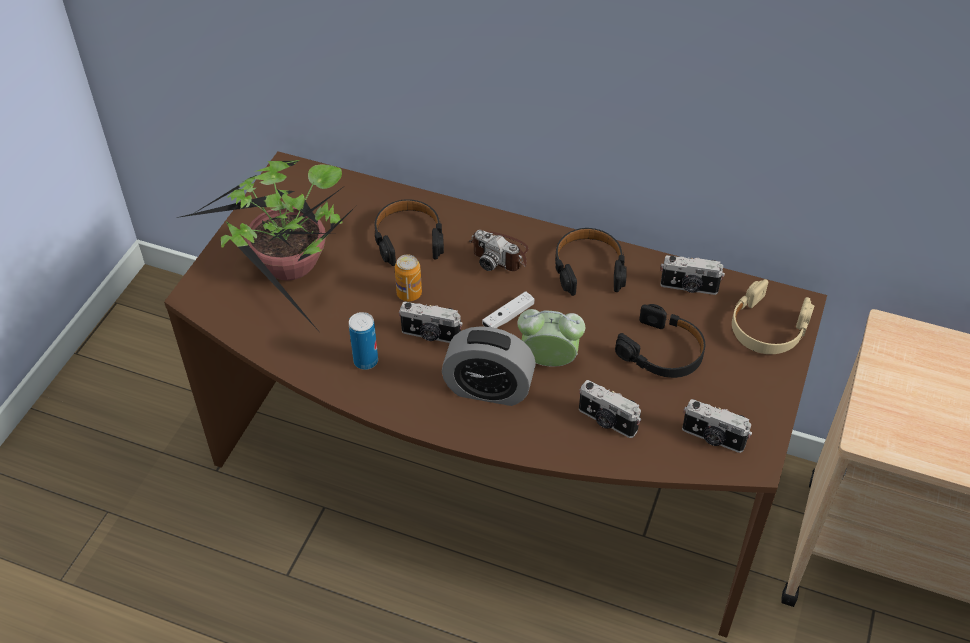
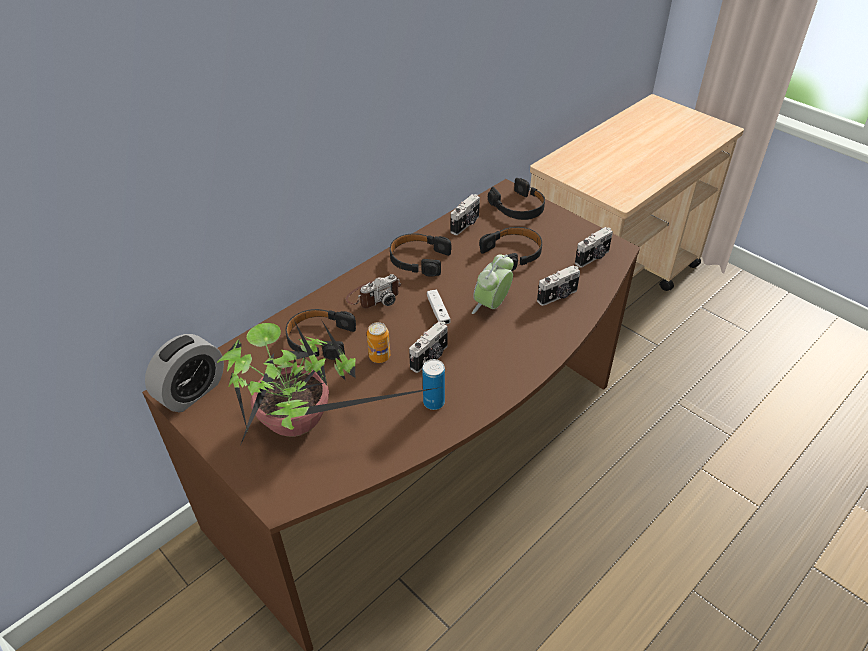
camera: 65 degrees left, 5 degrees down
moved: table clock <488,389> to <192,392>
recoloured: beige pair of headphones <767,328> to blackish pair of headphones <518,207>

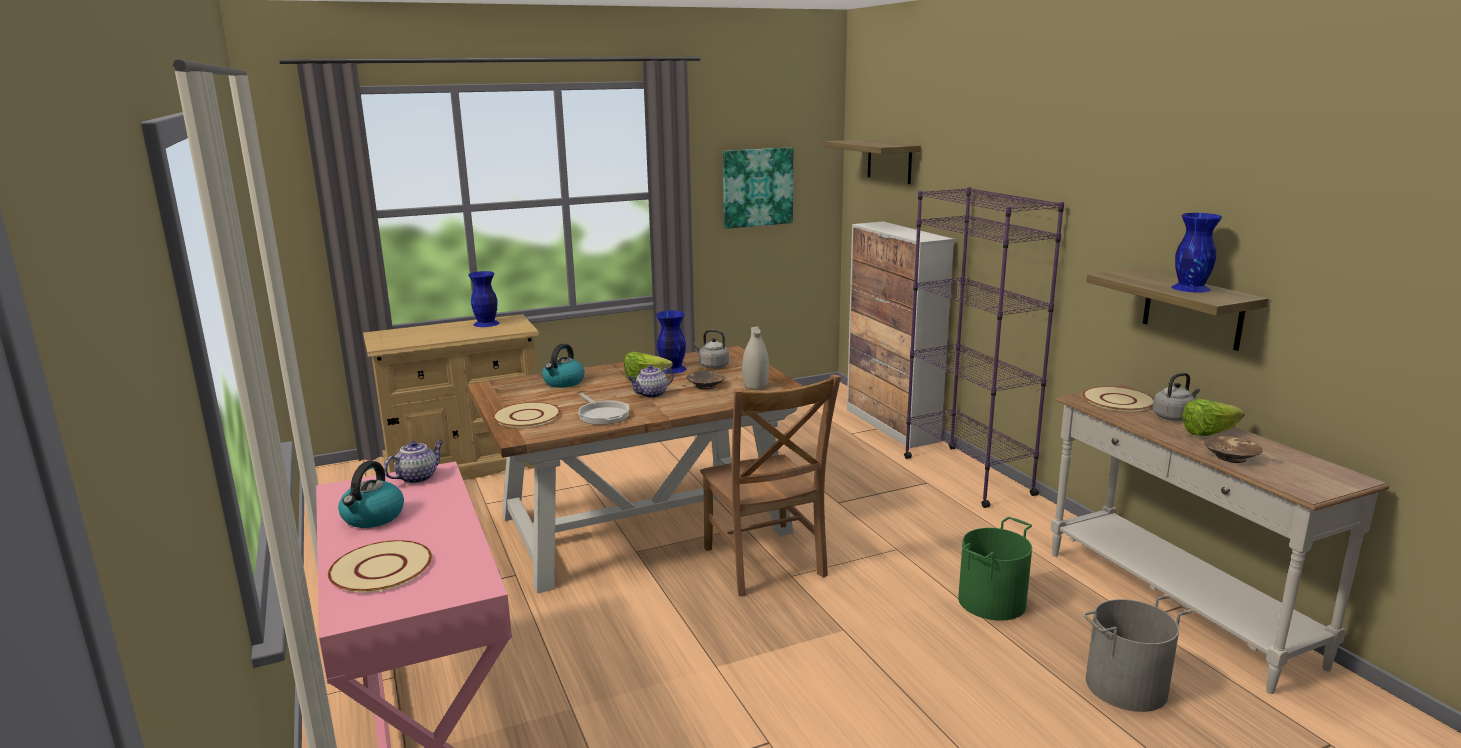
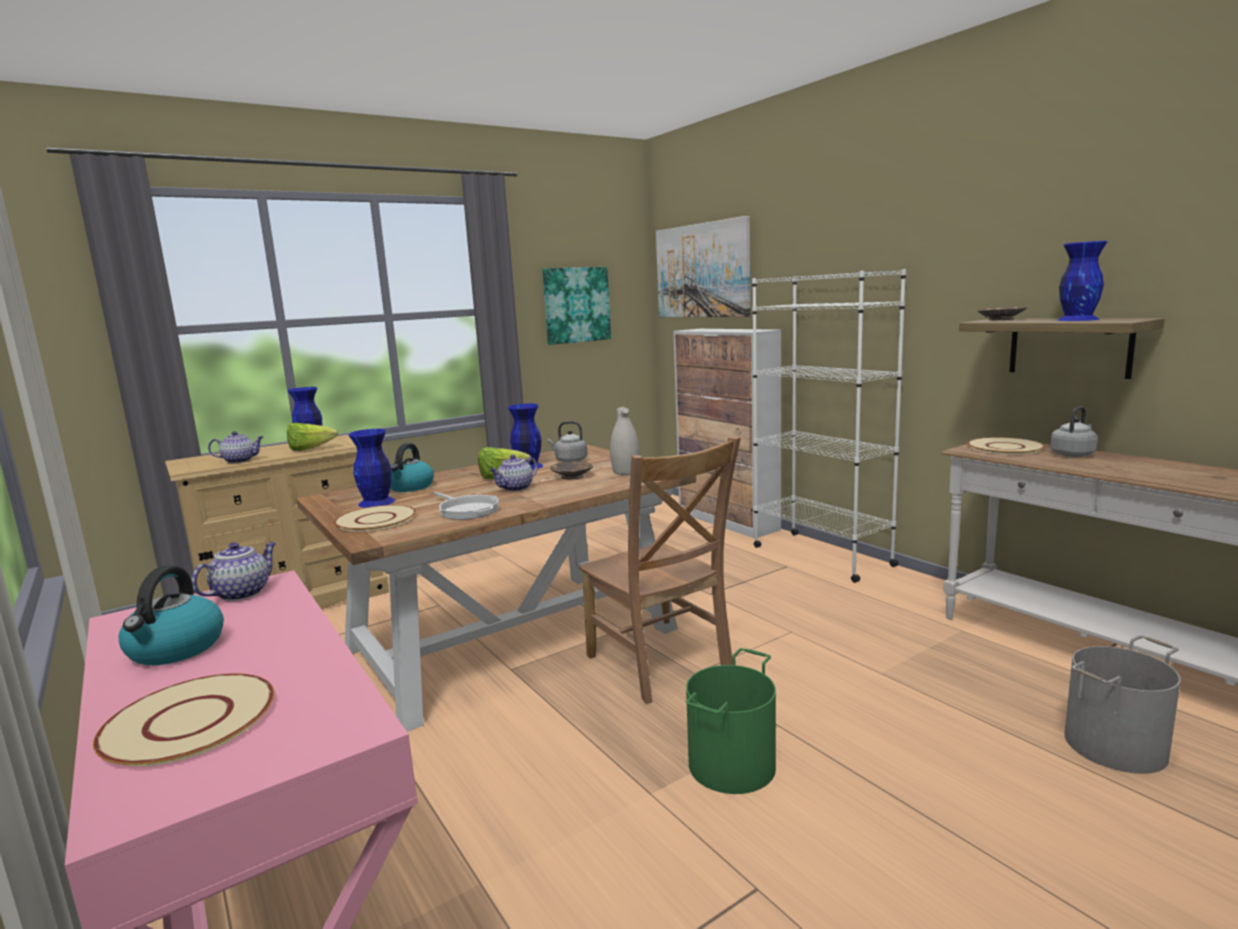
camera: 10 degrees left, 5 degrees down
added: teapot <240,461>; bluish decorative vase <376,502>
moved: greenish water bucket <992,602> to <733,765>; head of lettuce <1208,433> to <310,449>; brown deep dish <1231,457> to <1001,319>
replaced: bracket shelf <889,161> to picture <702,271>
recoloured: purple shelving unit <967,475> to white-coloured shelving unit <821,555>

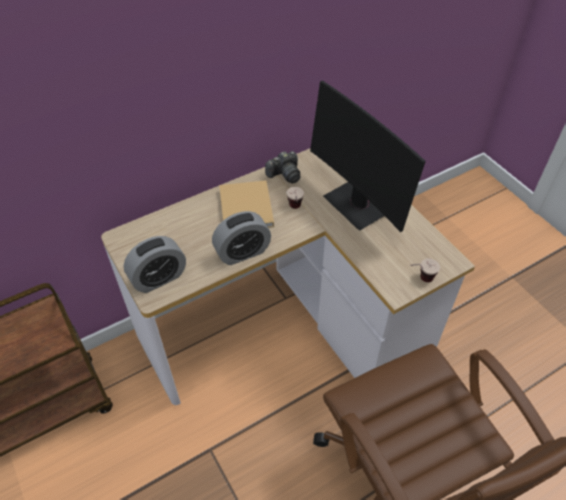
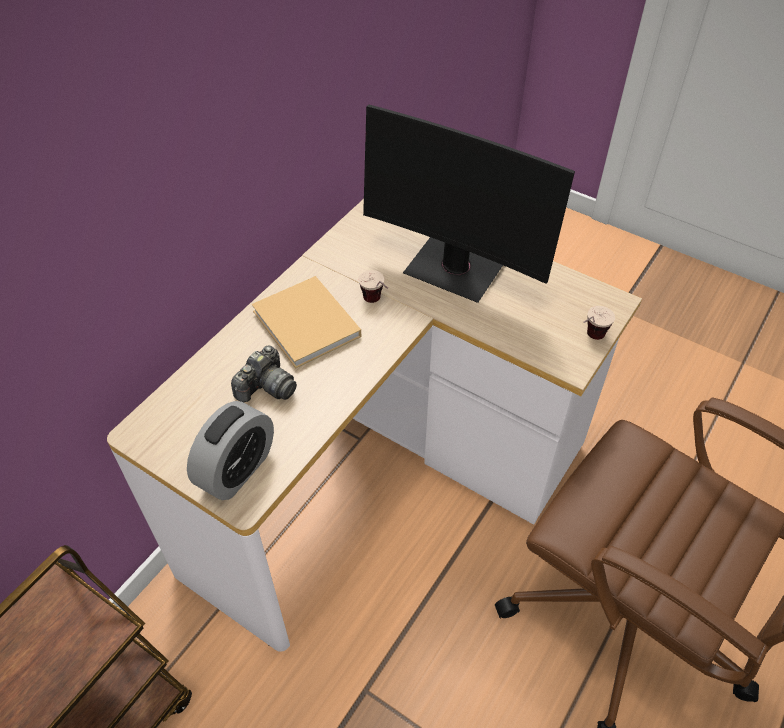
camera: 25 degrees left, 0 degrees up
removed: table clock <242,252>
moved: photo camera <285,174> to <266,387>

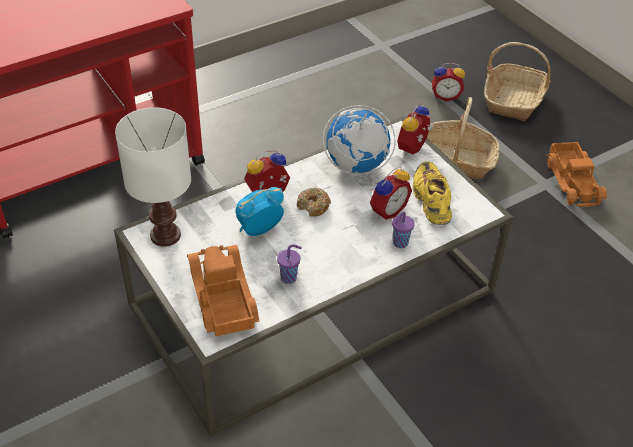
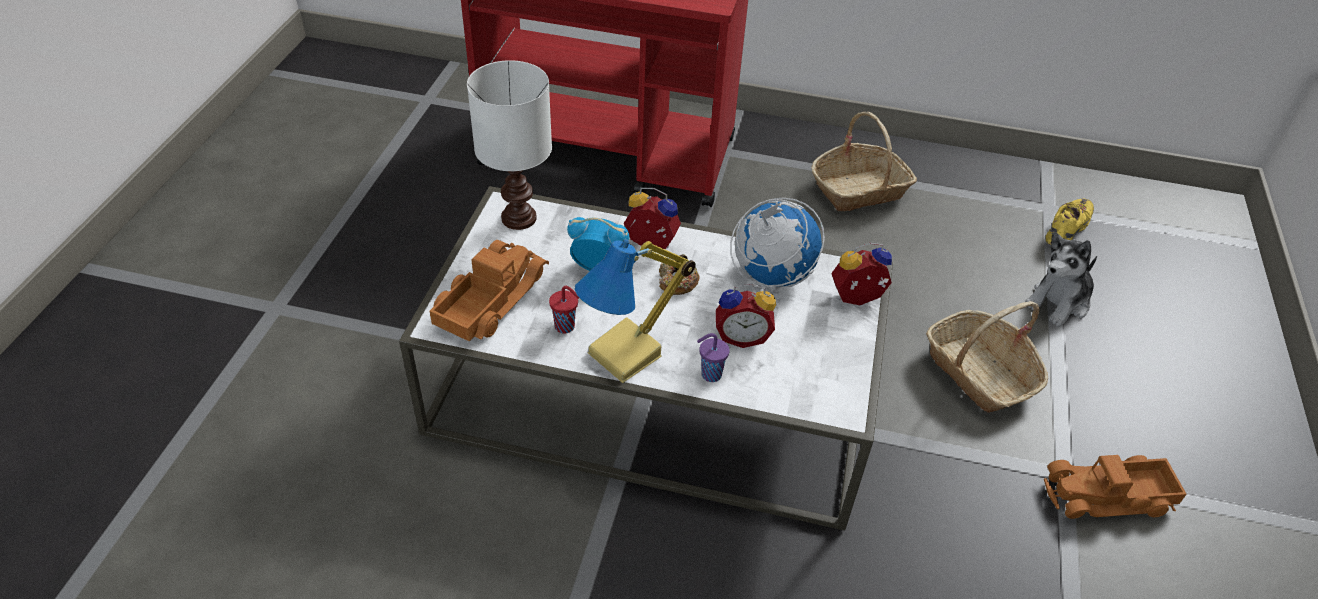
camera: 45 degrees right, 0 degrees up
added: table lamp <627,355>
moved: yellow item of footwear <431,200> to <1066,230>; storage basket <514,100> to <859,190>
replaced: table clock <445,96> to cuddly toy <1058,302>
recoloured: purple cup <289,277> to red cup <566,327>
turned: toy lorry <574,181> = <1108,497> 45 degrees clockwise

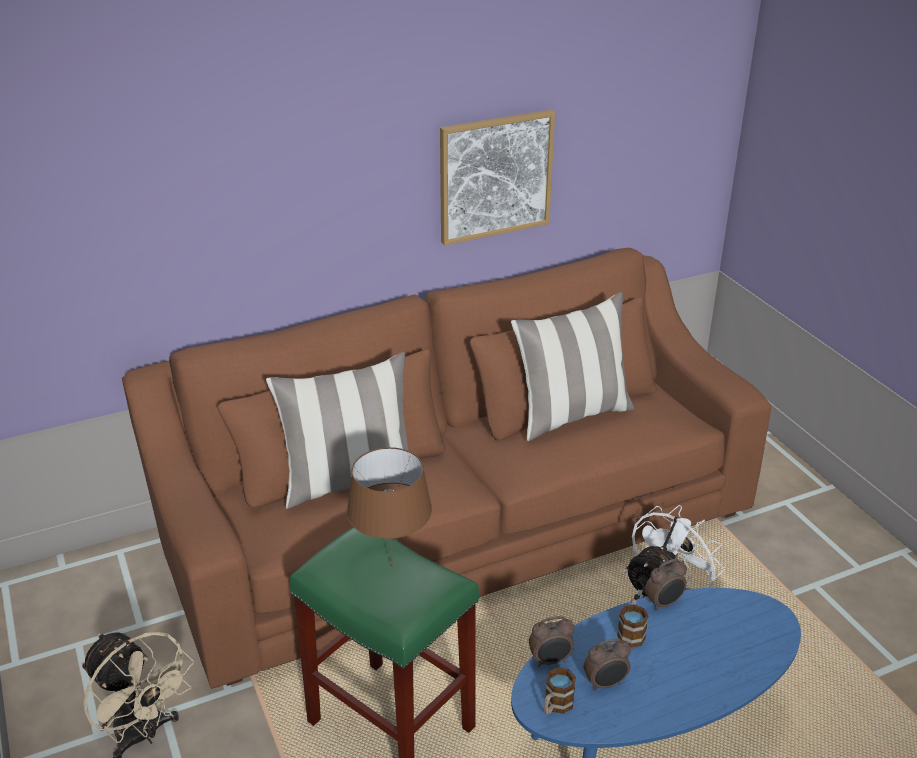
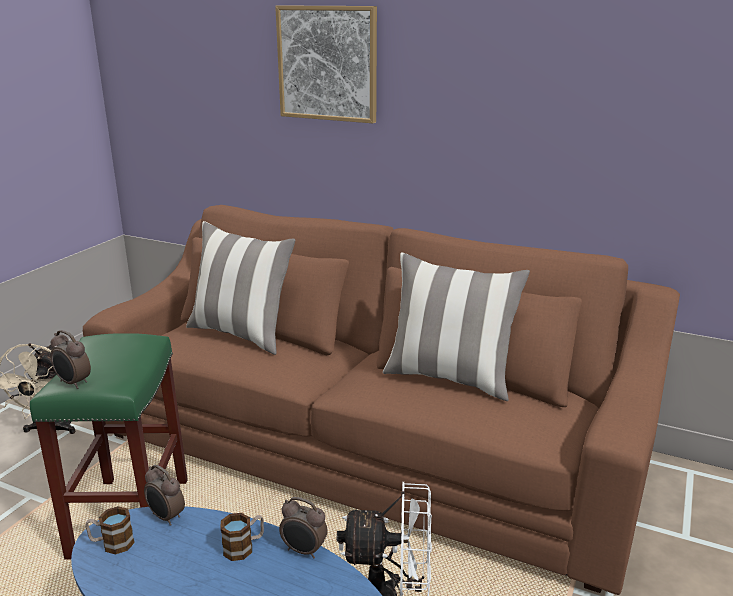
camera: 50 degrees right, 10 degrees down
removed: brown table lamp <391,567>
moved: picture <495,176> to <327,63>; table clock <605,684> to <73,383>

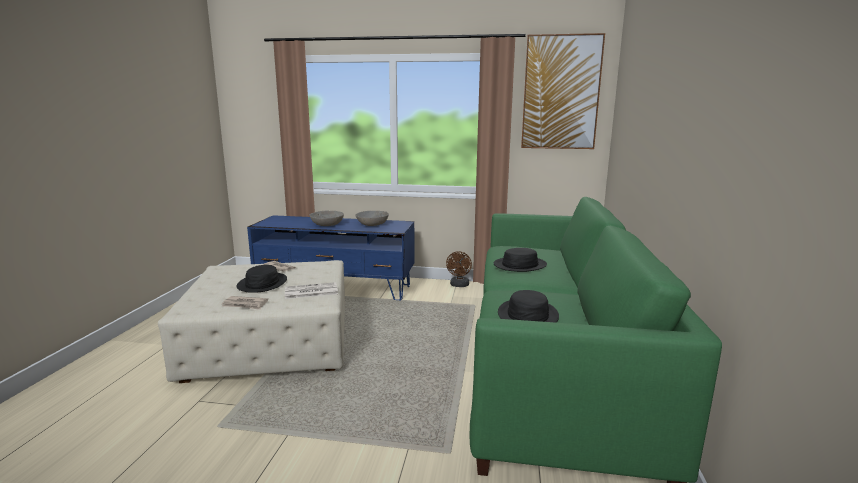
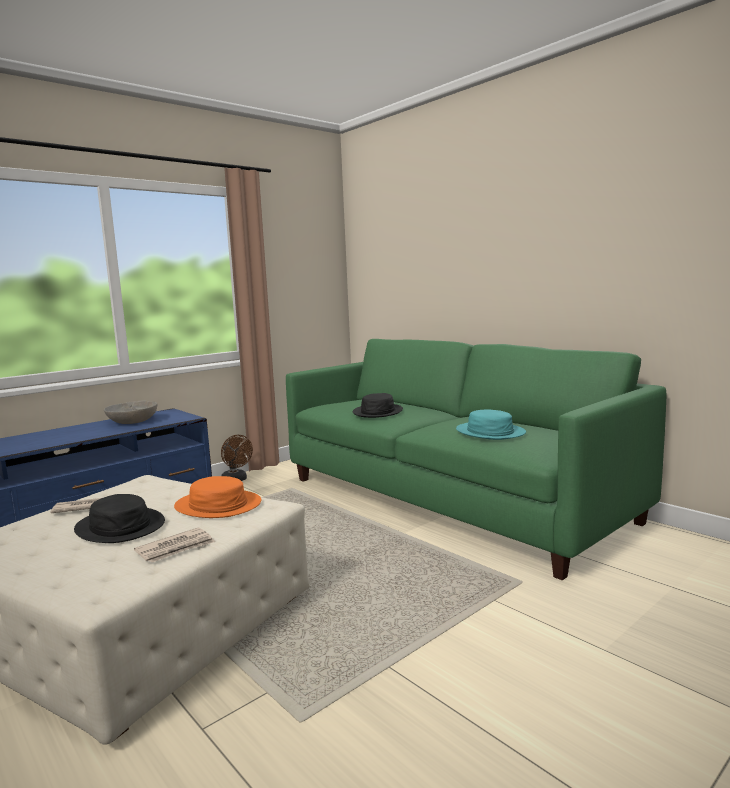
camera: 50 degrees left, 5 degrees down
removed: greyish deep dish <327,224>; picture <561,93>
replaced: newspaper <310,291> to orangey hat <218,505>
recoloured: blackish hat <527,315> to turquoise-coloured hat <490,432>

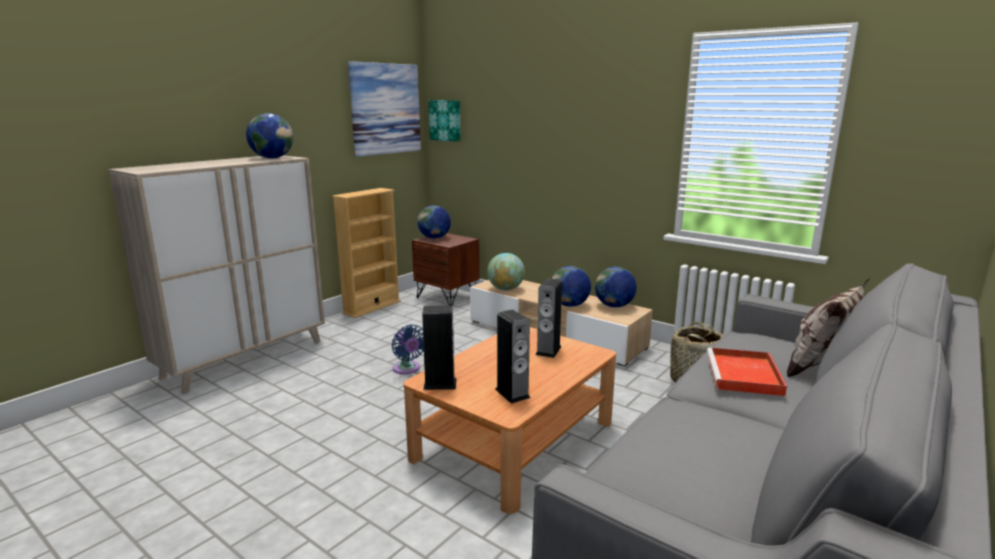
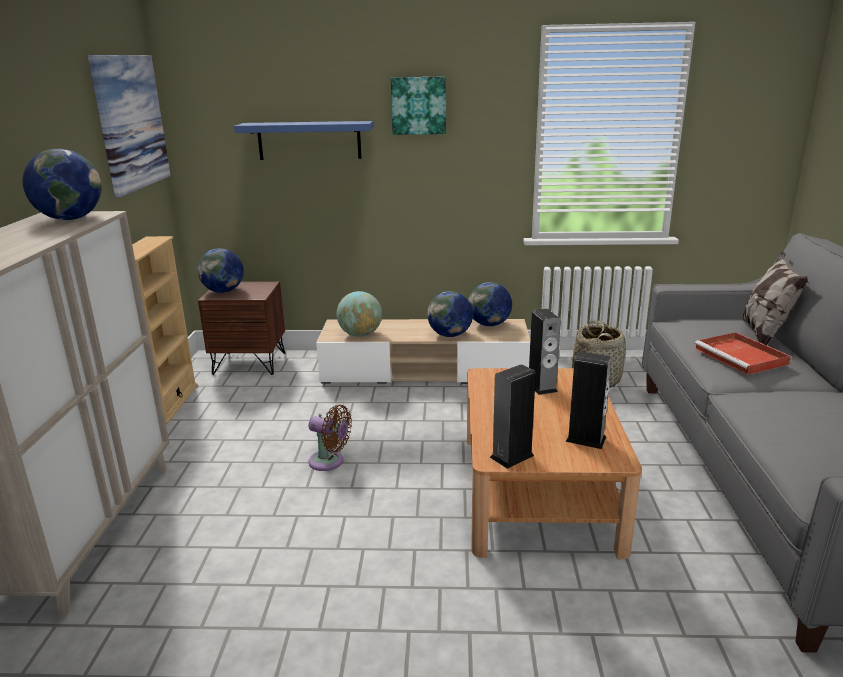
camera: 35 degrees left, 5 degrees up
added: bluish bracket shelf <309,140>
moved: picture <445,120> to <418,105>
recoloured: bluish fan <407,369> to brown fan <329,462>

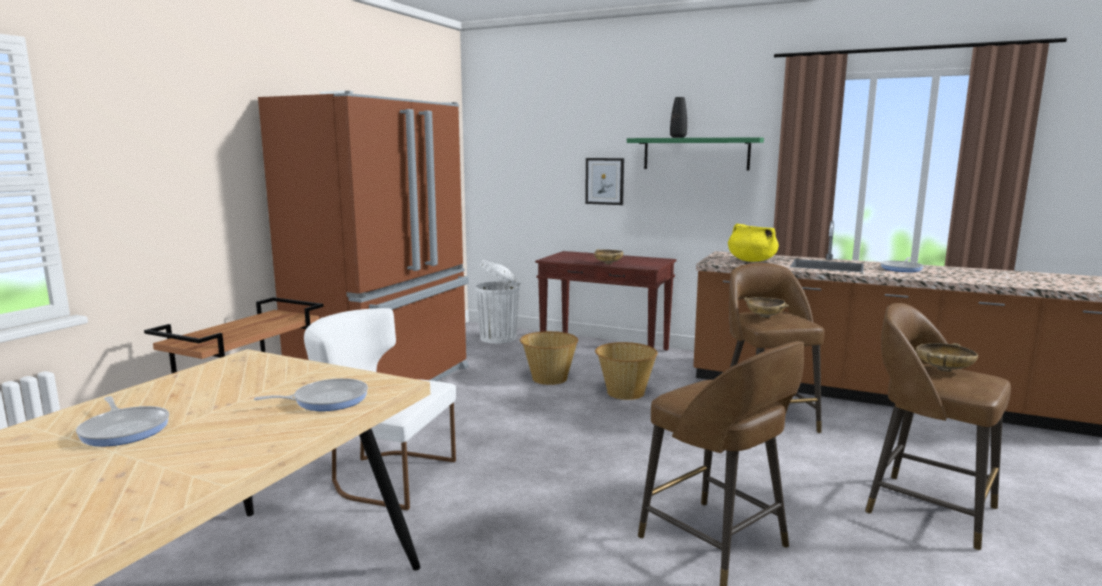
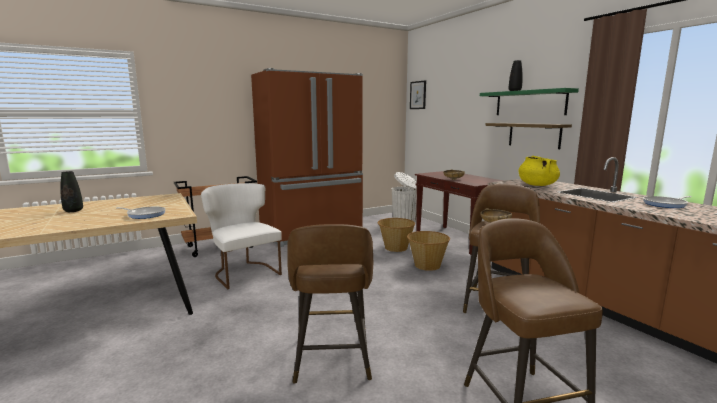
camera: 35 degrees right, 0 degrees up
removed: beige deep dish <943,369>
added: bracket shelf <534,135>
moved: picture <604,181> to <418,95>
replaced: frying pan <125,429> to blackish decorative vase <73,211>

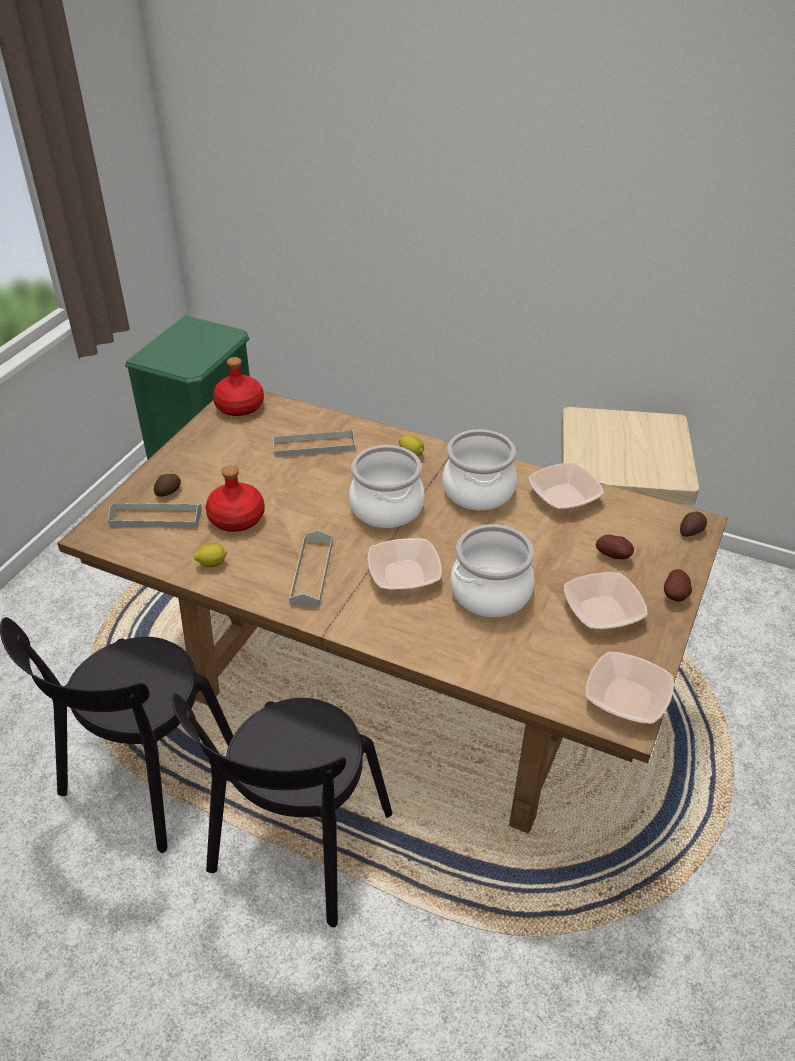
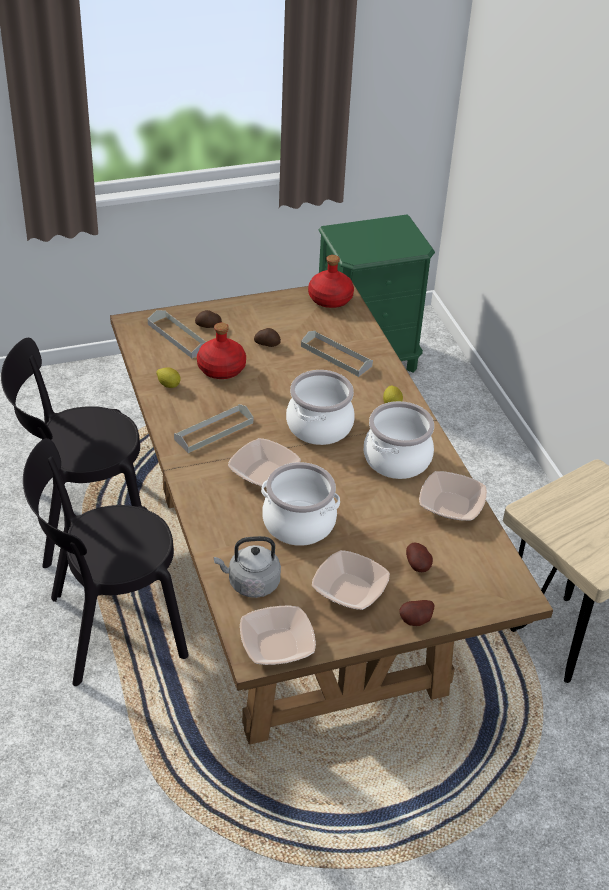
camera: 45 degrees right, 0 degrees up
added: greyish kettle <251,583>
moved: potato <691,531> to <267,343>

